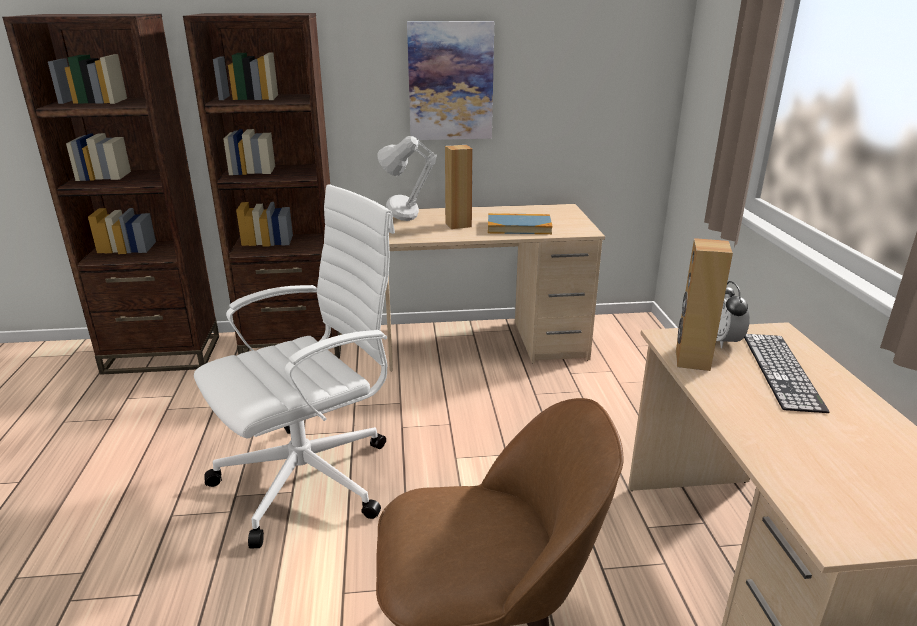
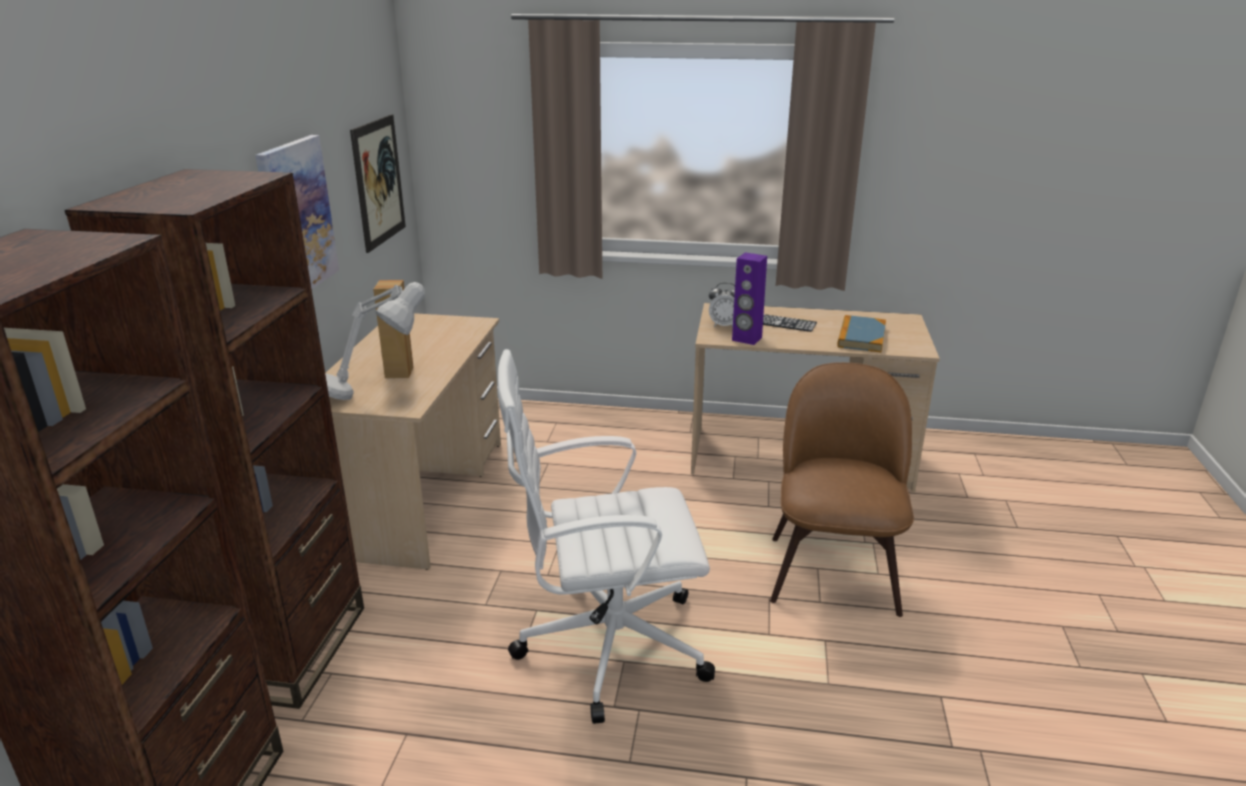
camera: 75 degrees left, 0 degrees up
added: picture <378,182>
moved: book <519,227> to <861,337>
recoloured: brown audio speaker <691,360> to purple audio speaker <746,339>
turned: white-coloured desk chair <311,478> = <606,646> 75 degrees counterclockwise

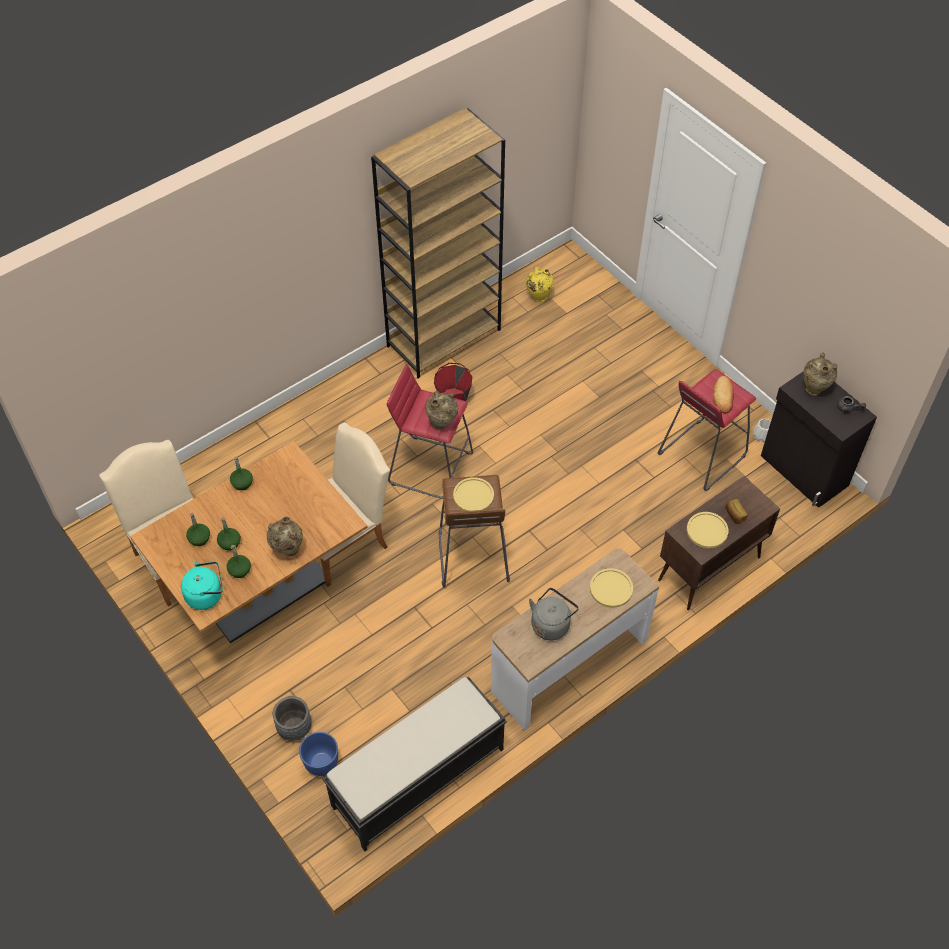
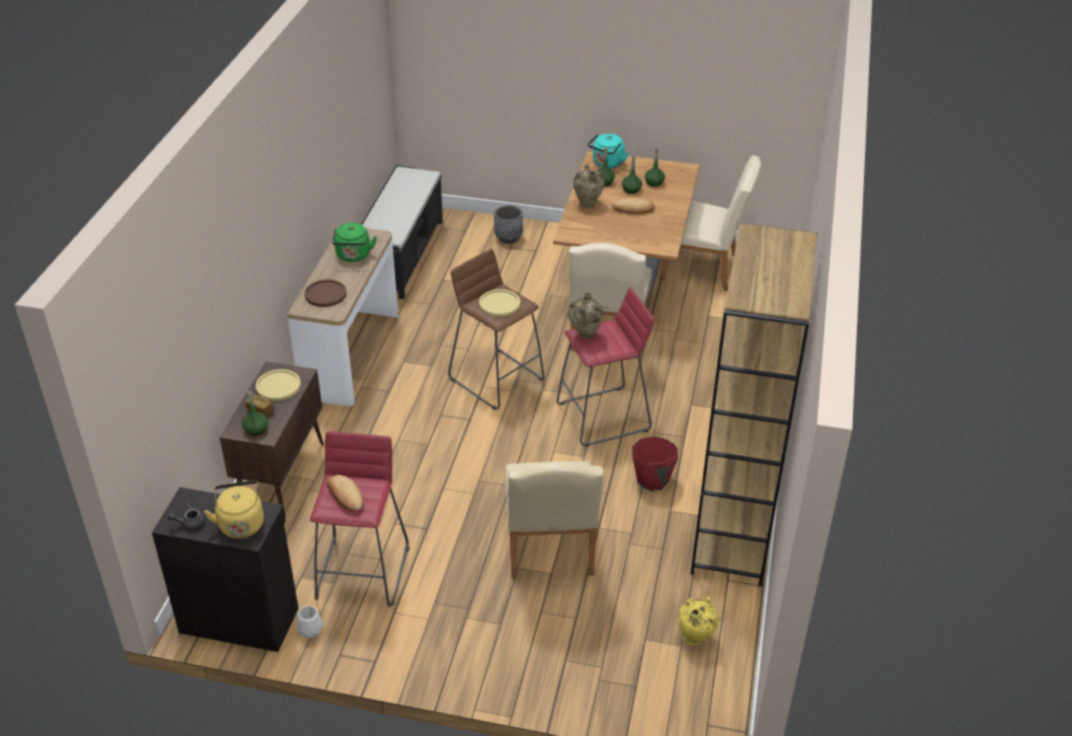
camera: 140 degrees right, 15 degrees down
removed: bluish flower pot <321,763>
added: beige plain chair <549,550>; bread <633,209>
moved: greenish beverage bottle <242,483> to <256,429>
replaced: beige decorative vase <814,389> to yellow kettle <241,523>
recoloured: greyish kettle <551,623> to greenish kettle <353,256>; yellow flat dish <611,588> to brown flat dish <325,294>

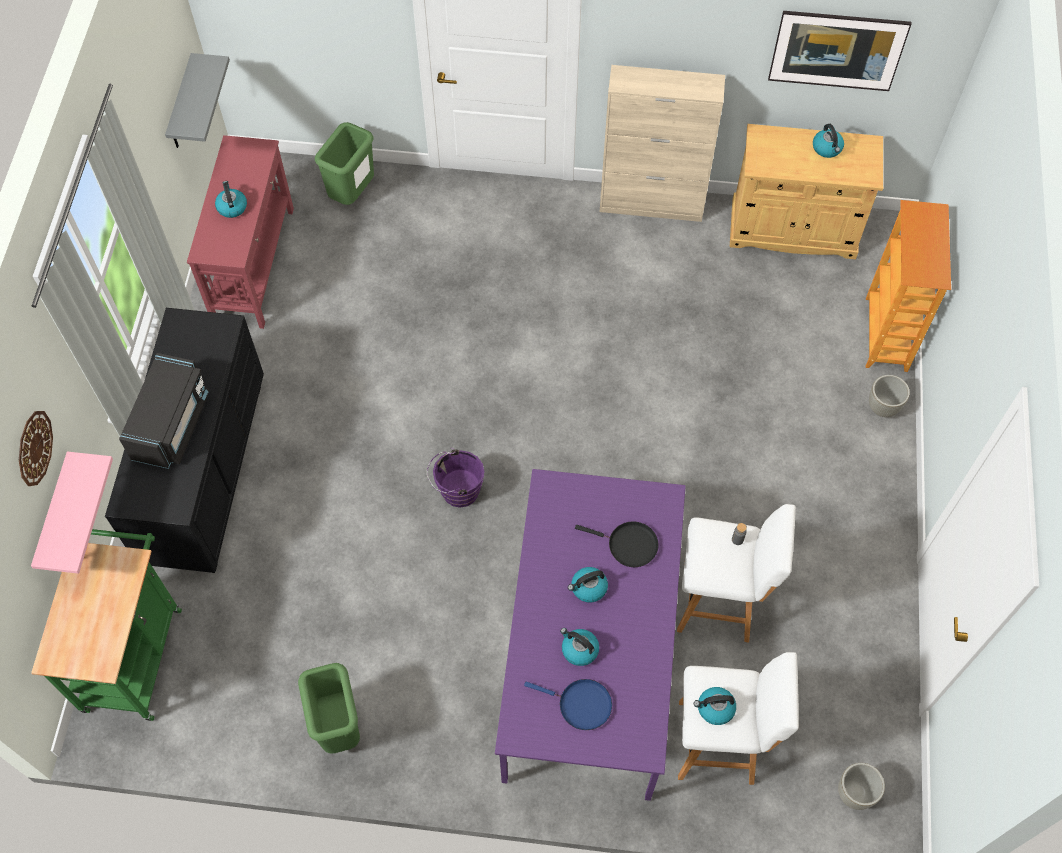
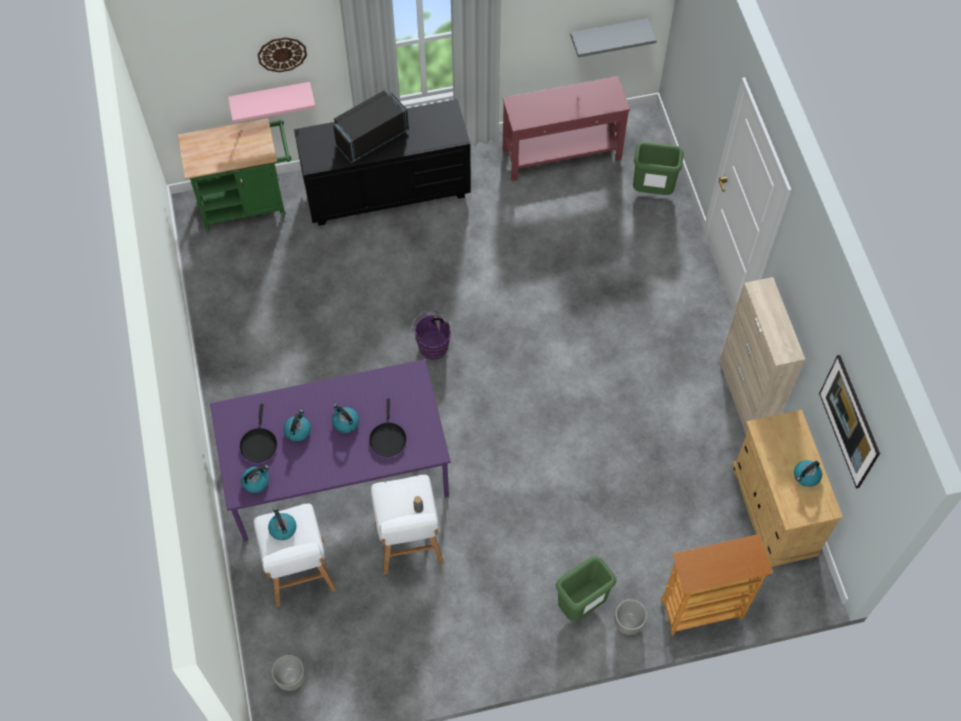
camera: 70 degrees right, 0 degrees up
moved: kettle <232,207> to <256,481>; greenish trash can <340,727> to <581,605>
recoloured: bluish frying pan <581,705> to blackish frying pan <258,444>
turned: blackish microwave oven <172,424> = <371,137> 150 degrees clockwise

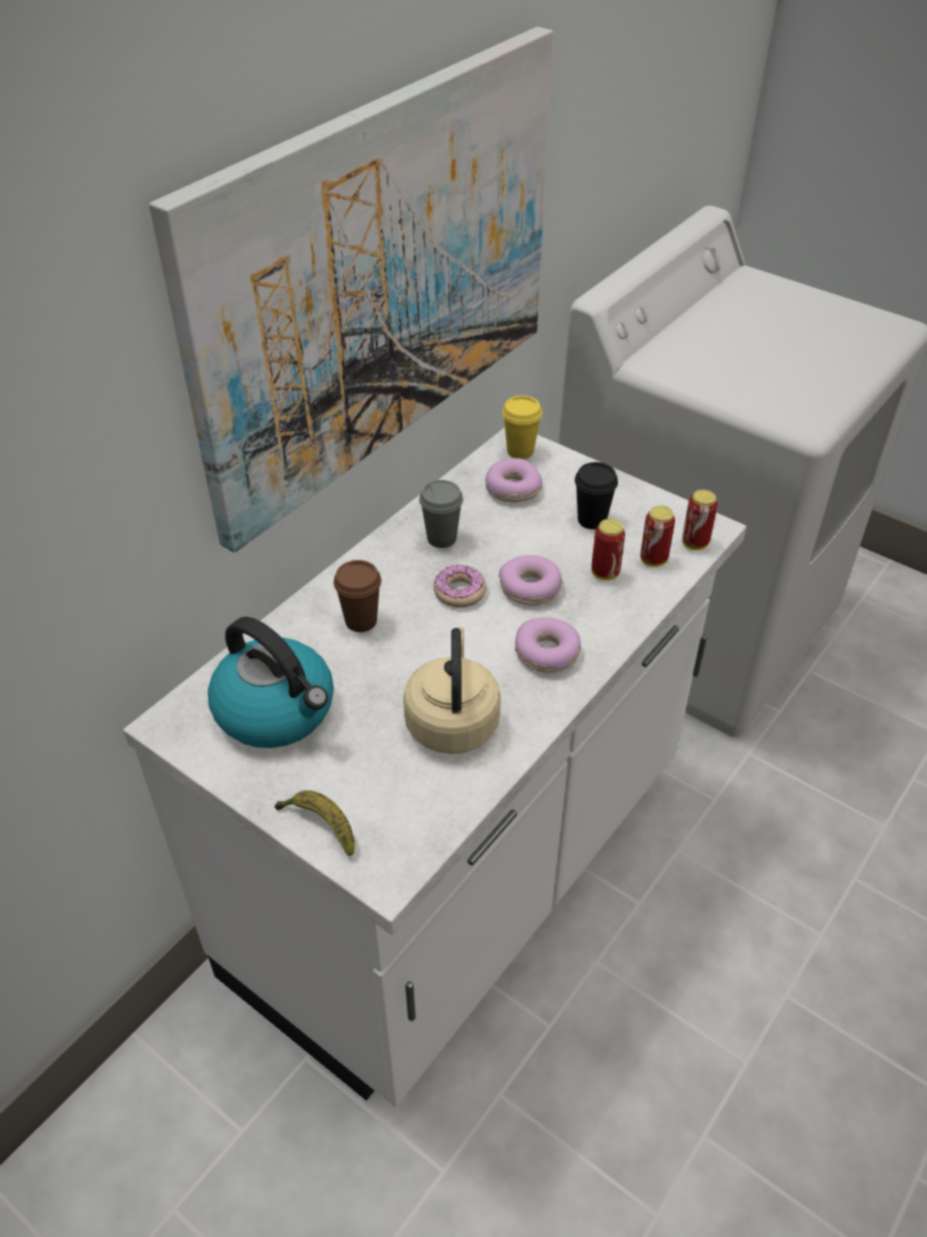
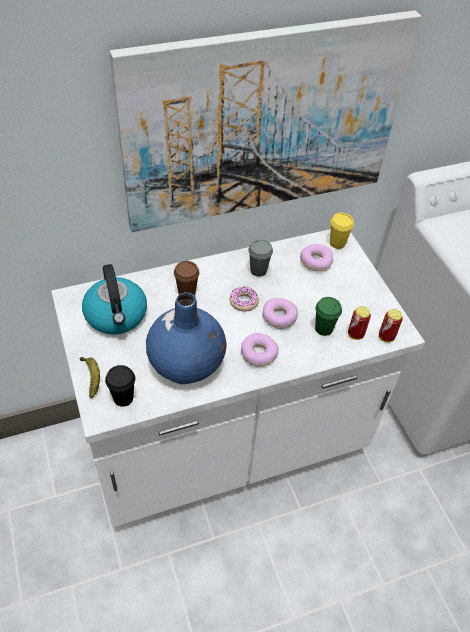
camera: 30 degrees right, 5 degrees up
moved: blackish cup <592,520> to <123,398>
replaced: beige kettle <452,720> to bluish decorative vase <186,362>; can <605,573> to greenish cup <323,329>

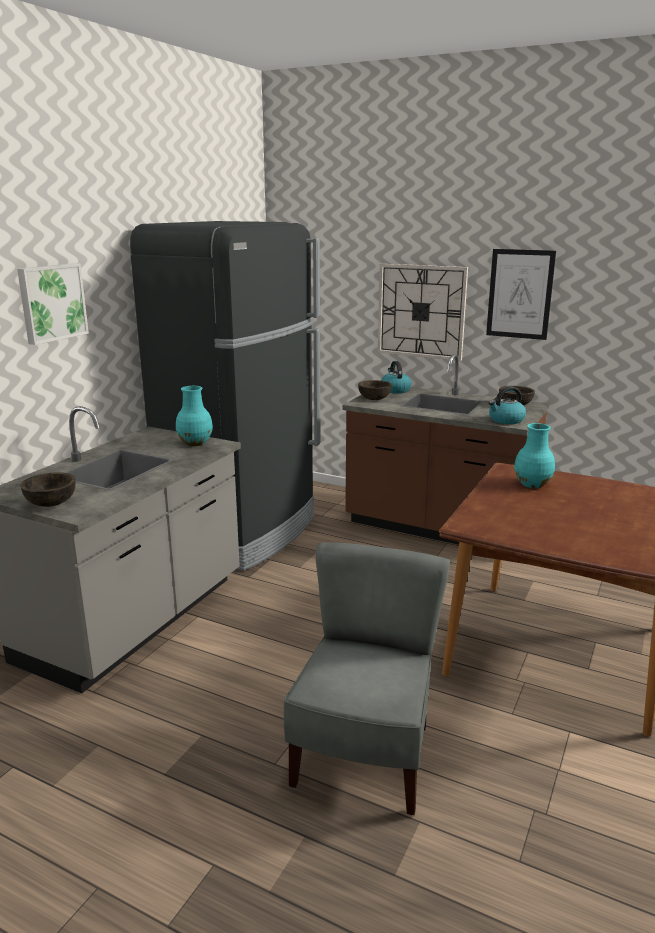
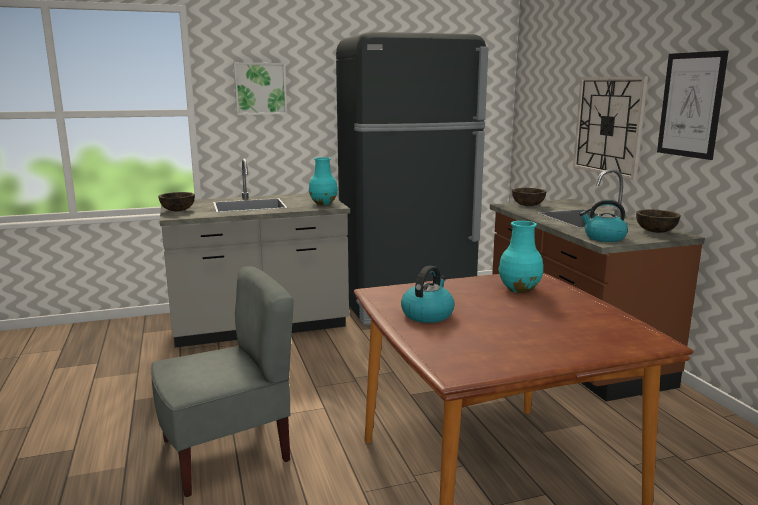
camera: 45 degrees right, 5 degrees down
moved: kettle <395,390> to <427,314>

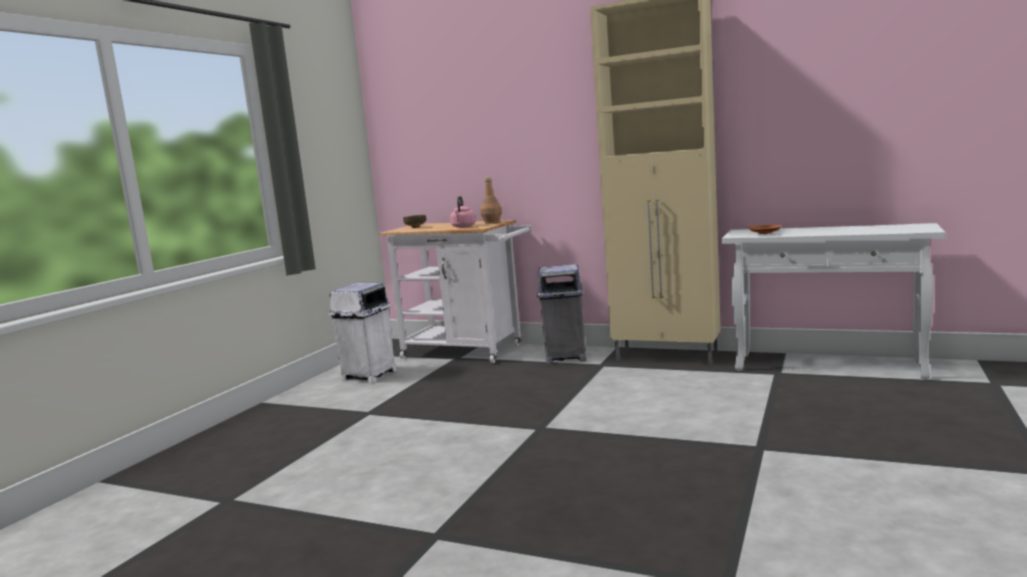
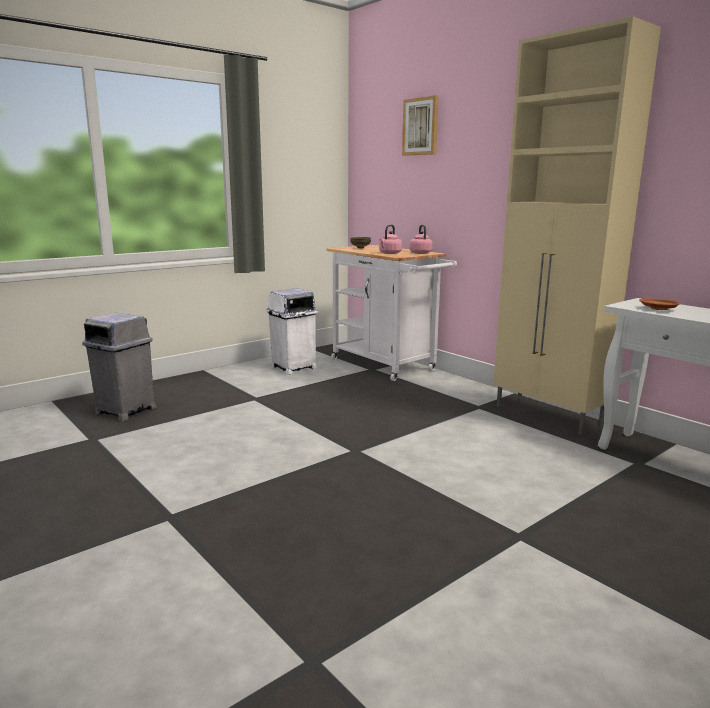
camera: 25 degrees right, 5 degrees up
added: picture <421,126>
moved: greyish trash can <565,357> to <125,410>
replaced: brown beverage bottle <491,222> to pink-coloured kettle <420,253>

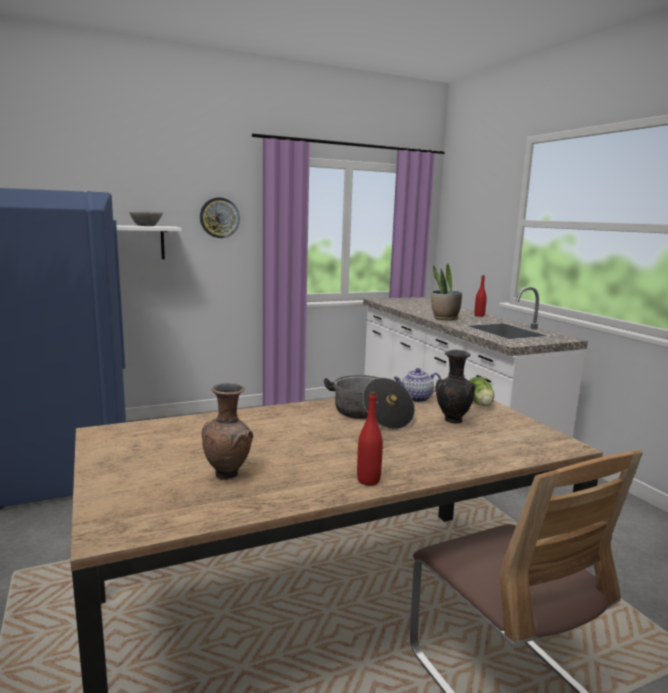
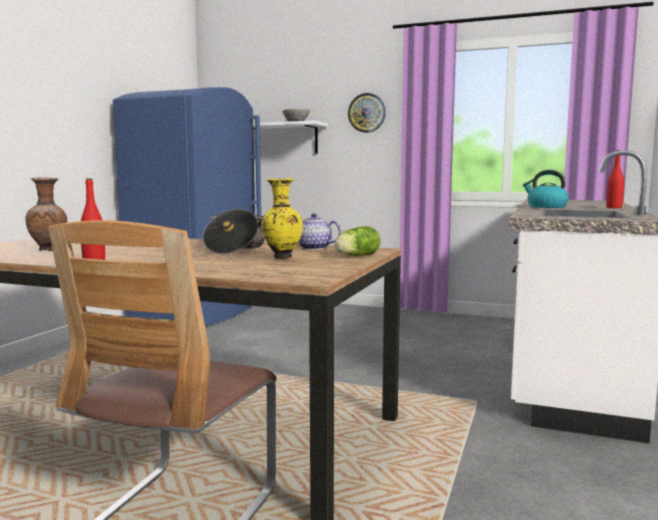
camera: 45 degrees right, 5 degrees down
replaced: houseplant <444,319> to kettle <546,207>
recoloured: blackish decorative vase <452,421> to yellow decorative vase <281,257>

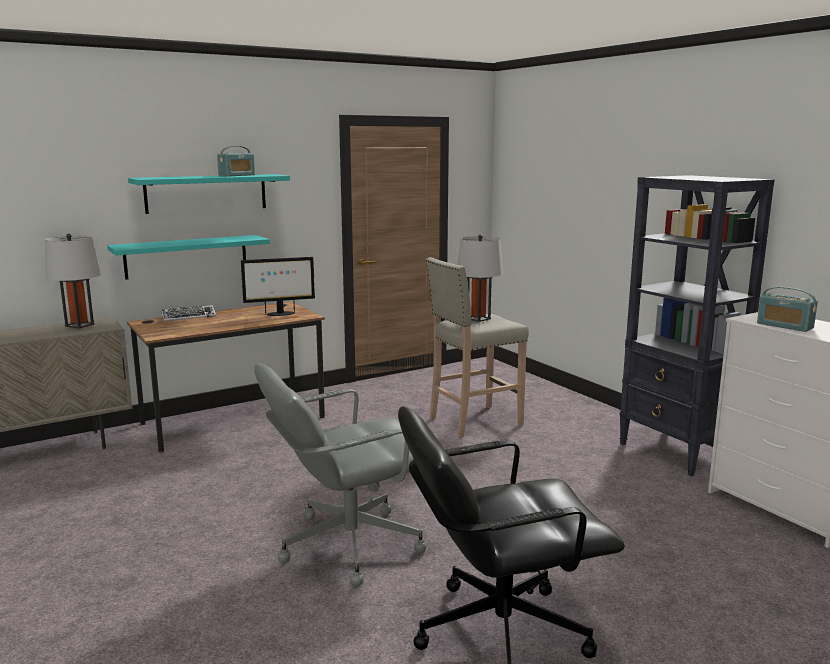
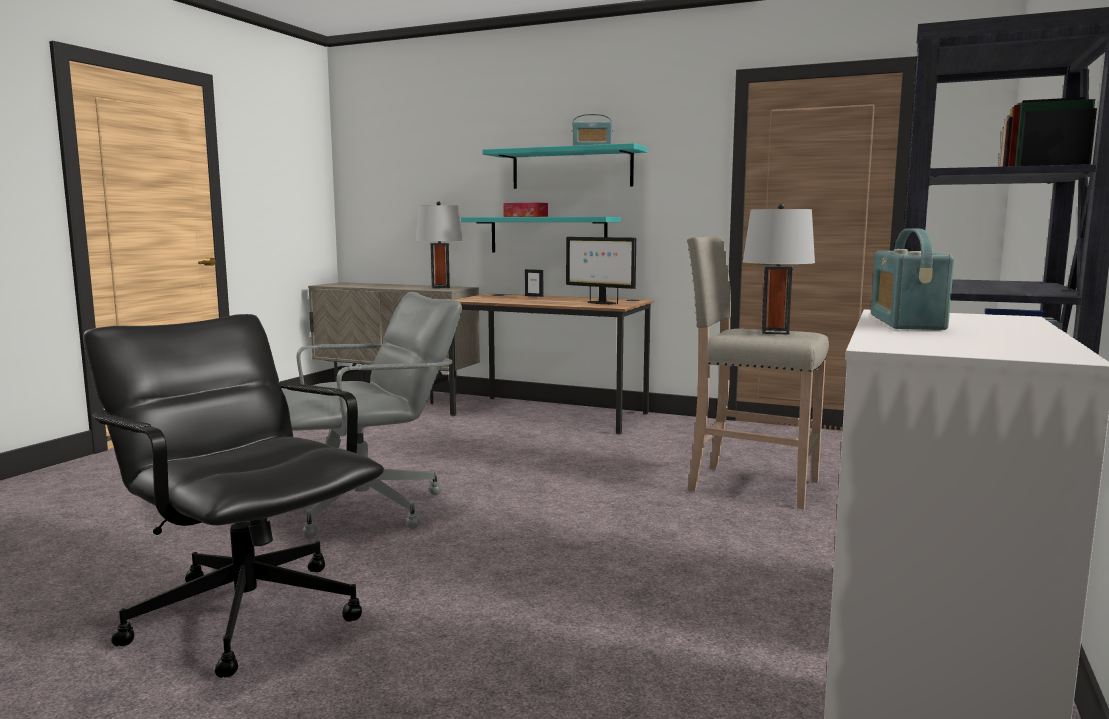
camera: 55 degrees right, 5 degrees down
added: tissue box <525,216>
replaced: PC keyboard <188,316> to photo frame <534,296>
turned: greyish desk chair <348,544> = <365,509> 120 degrees clockwise

